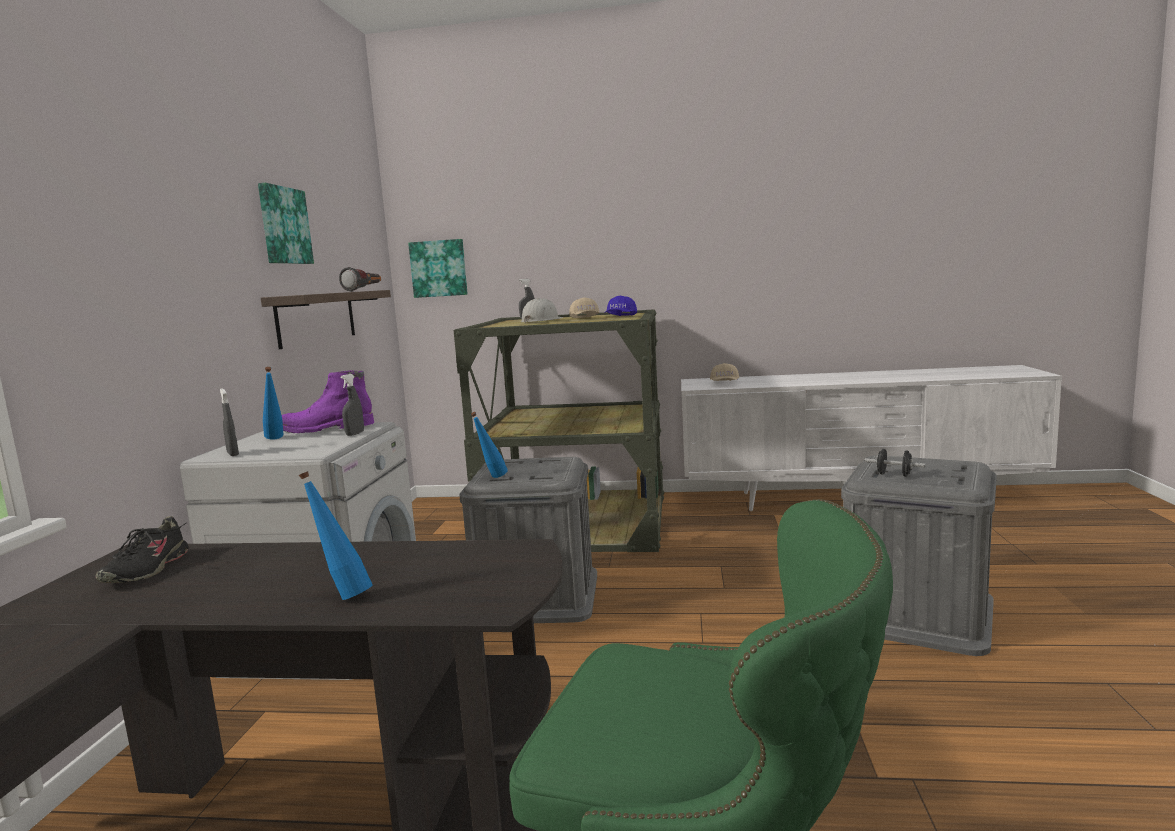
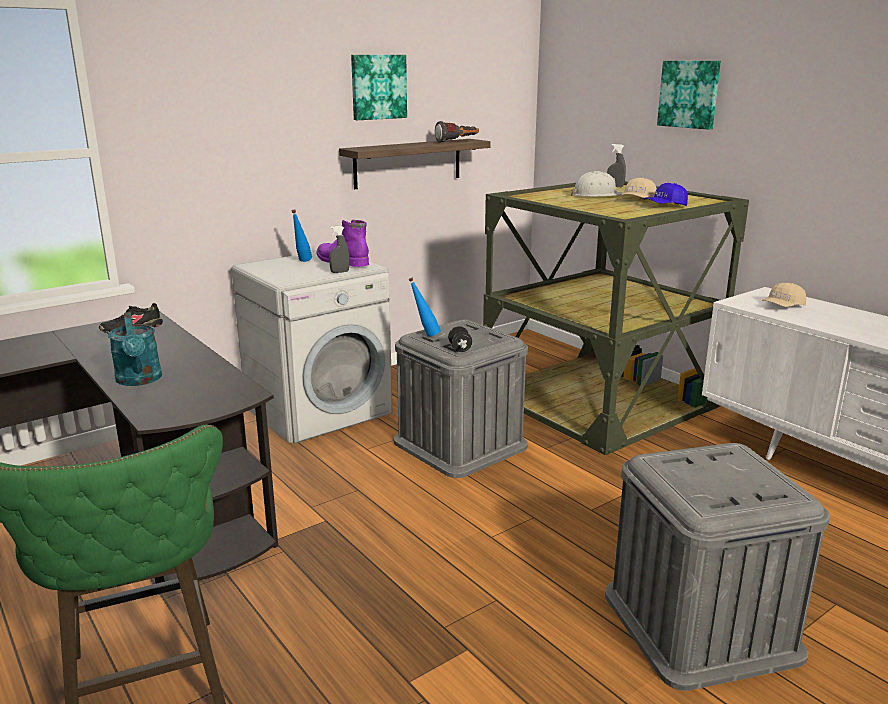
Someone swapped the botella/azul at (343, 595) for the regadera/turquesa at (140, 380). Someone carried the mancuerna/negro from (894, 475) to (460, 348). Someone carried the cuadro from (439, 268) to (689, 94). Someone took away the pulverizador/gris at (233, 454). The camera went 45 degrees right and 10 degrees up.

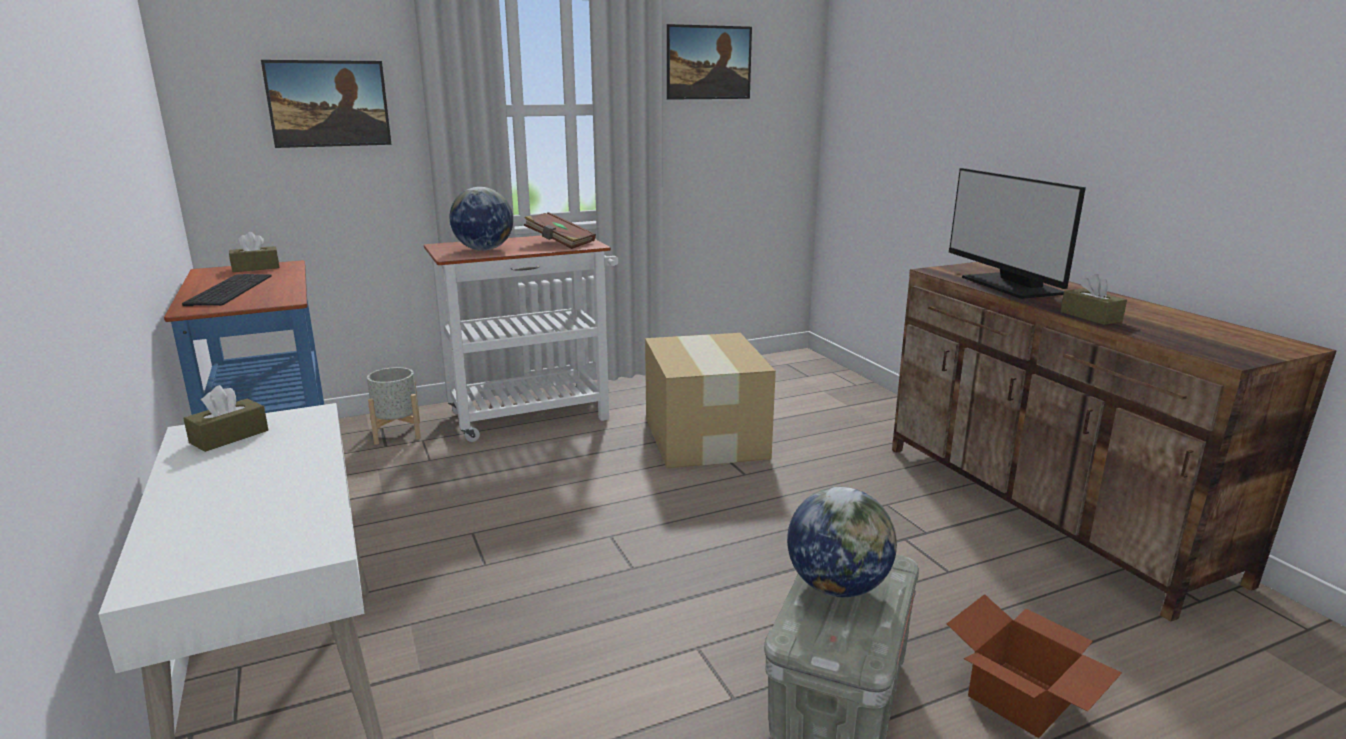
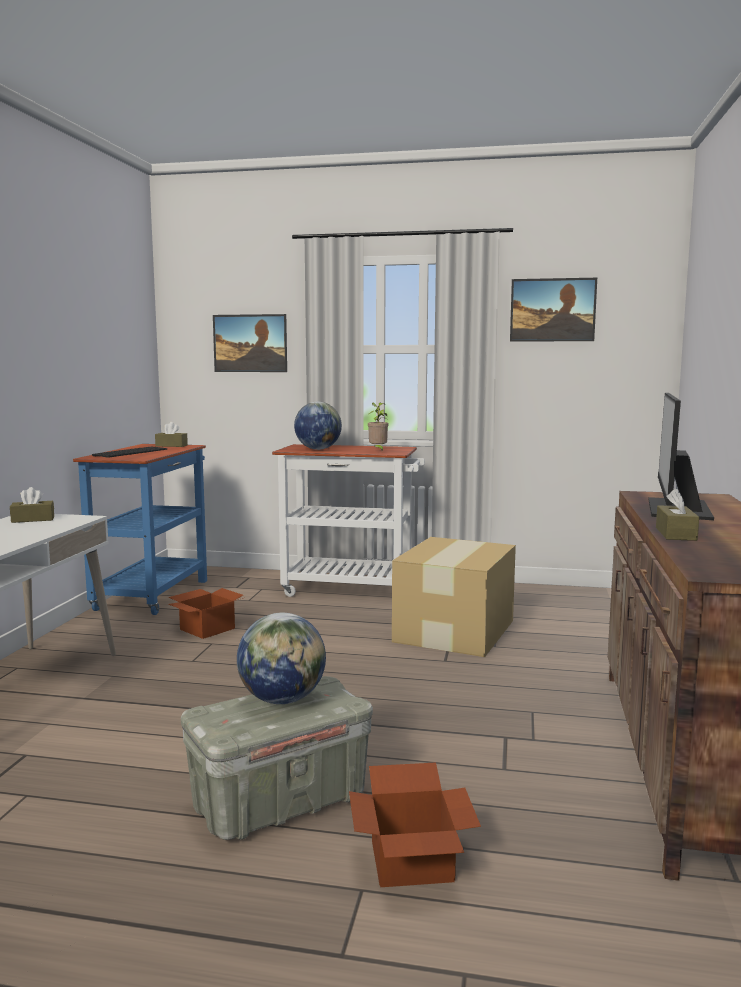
Someone put down the caja de cartón at (207, 628). Someone swapped the libro/marrón at (560, 243) for the planta en maceta at (378, 450). Someone took away the maceta/gris at (397, 433). The camera went 35 degrees right and 10 degrees down.

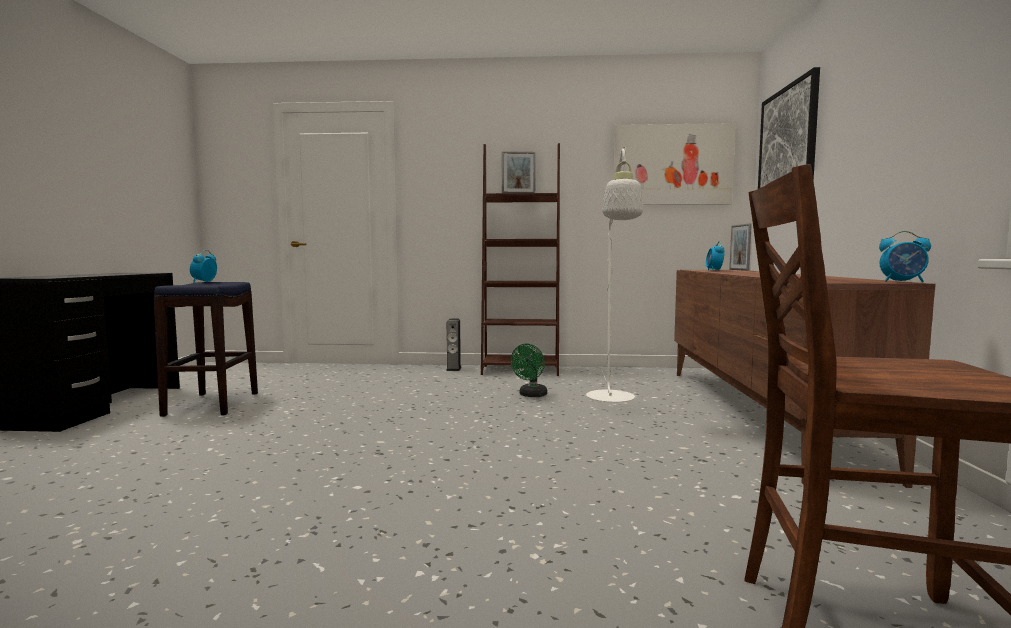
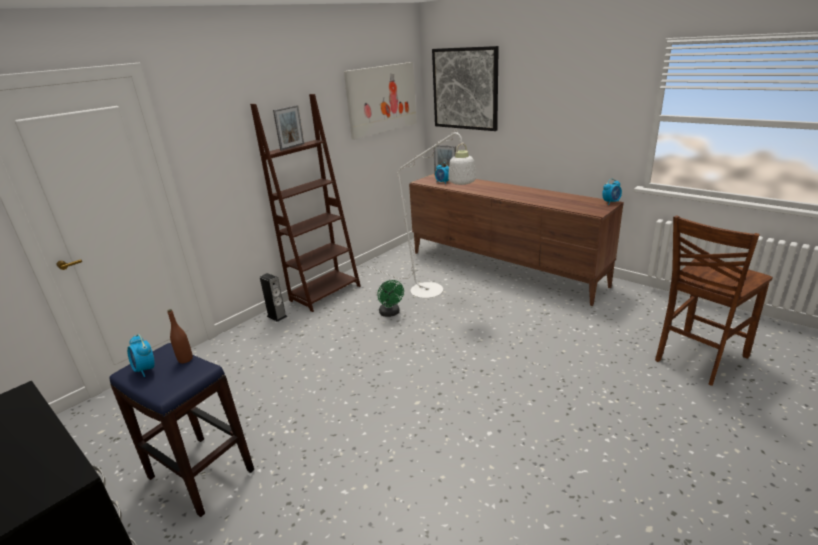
Someone put down the botella/marrón at (185, 359). The camera went 50 degrees left and 20 degrees up.

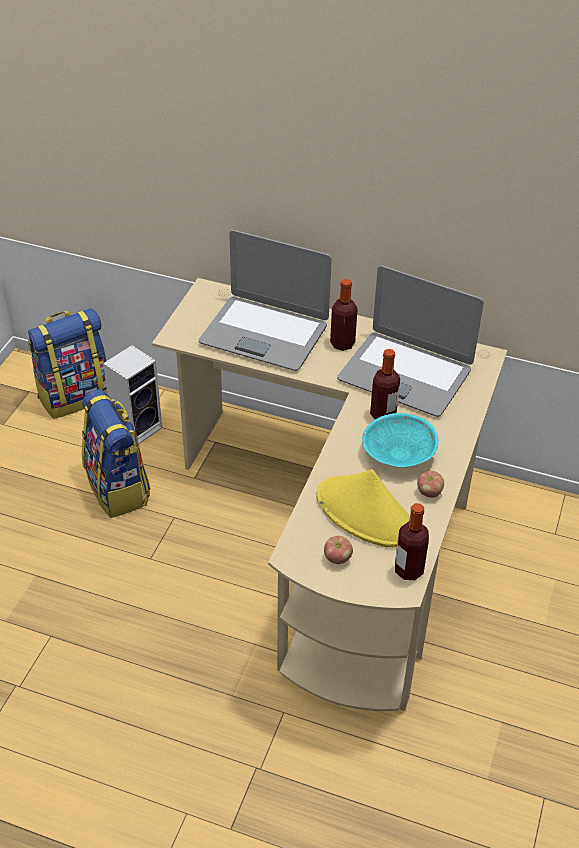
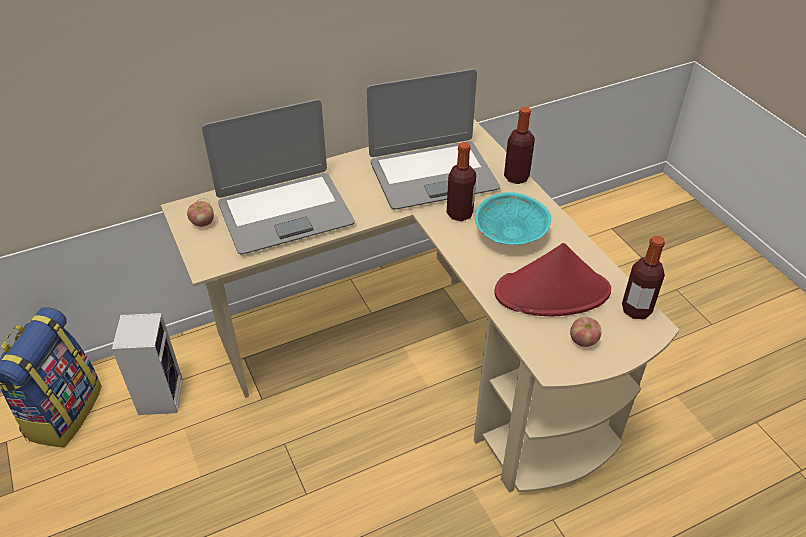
Someone carried the manzana from (429, 492) to (203, 223). Someone repainted the sombrero/amarillo at (366, 513), which became the sombrero/rojo at (552, 292). Someone carried the botella from (342, 343) to (516, 177). Someone took away the mochila at (119, 488). The camera went 45 degrees left and 0 degrees up.

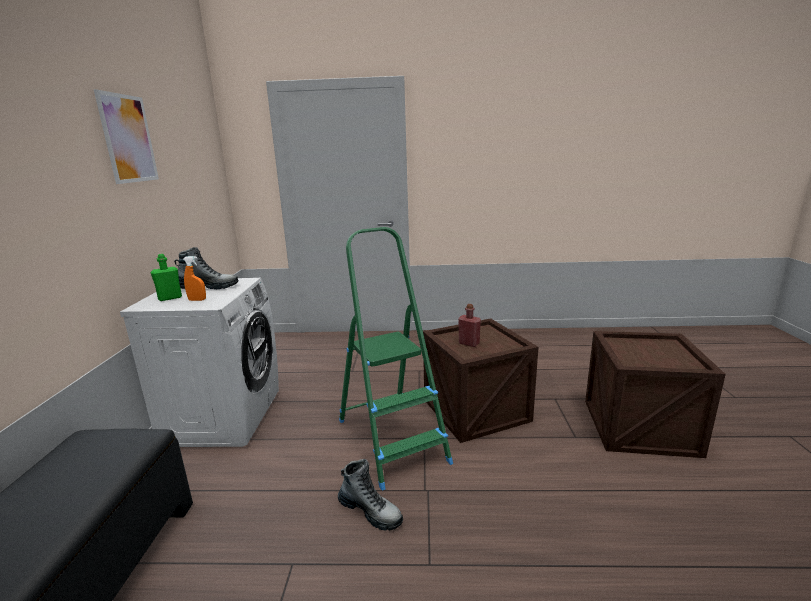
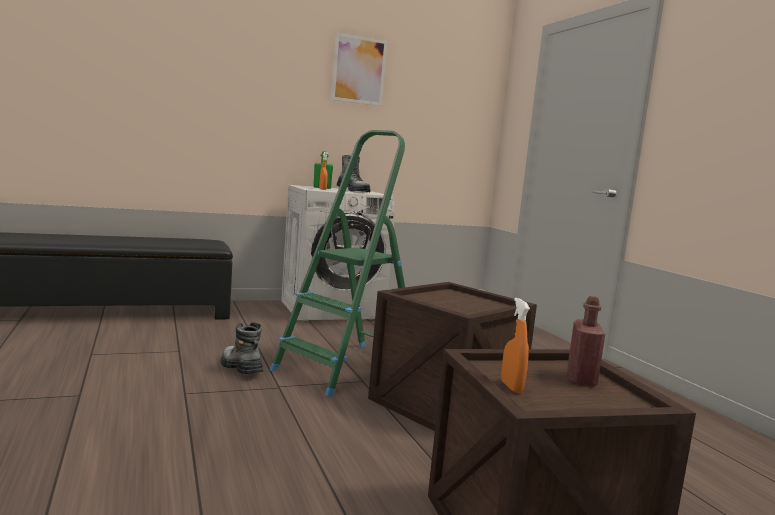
Someone rotated the bota at (370, 511) by 135 degrees clockwise. Someone put down the pulverizador/naranja at (511, 387). Someone carried the botella/rojo from (469, 343) to (581, 379). The camera went 65 degrees right and 10 degrees down.

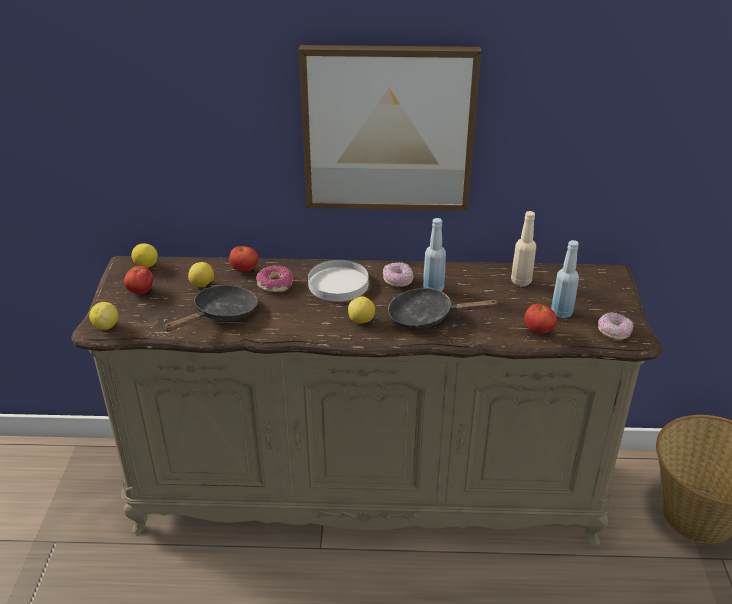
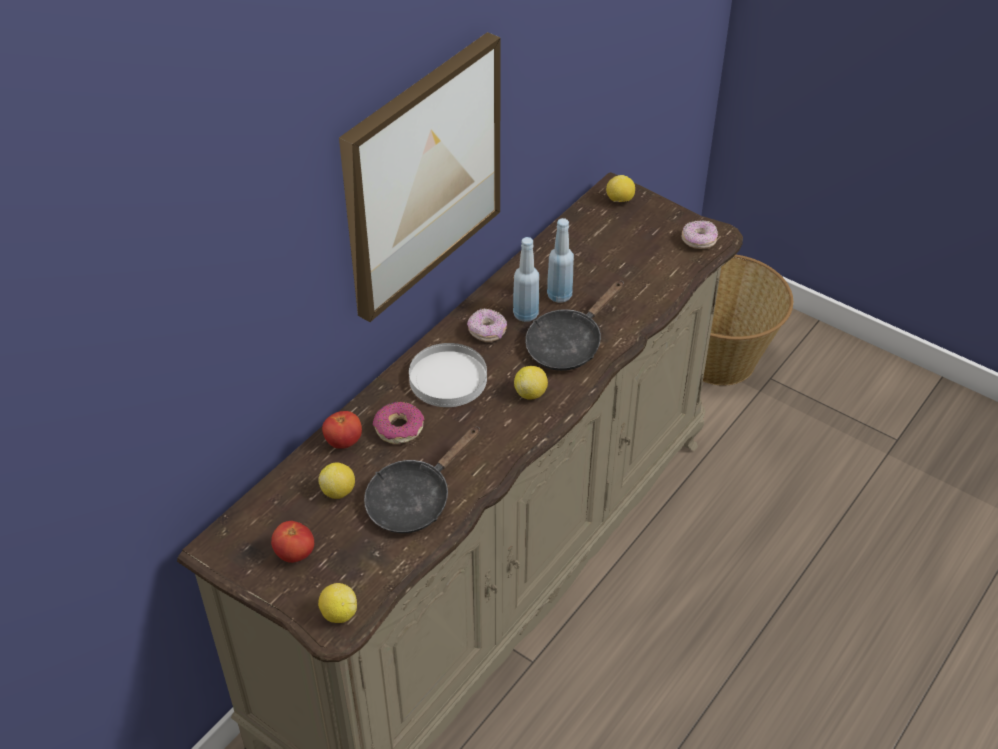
Someone rotated the sartén/negro at (221, 314) by 120 degrees counterclockwise. Someone carried the botella/azul from (561, 312) to (559, 295). Someone carried the limón from (146, 266) to (619, 200). Someone took away the botella/beis at (521, 281). Someone took away the tomate at (538, 330). The camera went 55 degrees left and 10 degrees up.

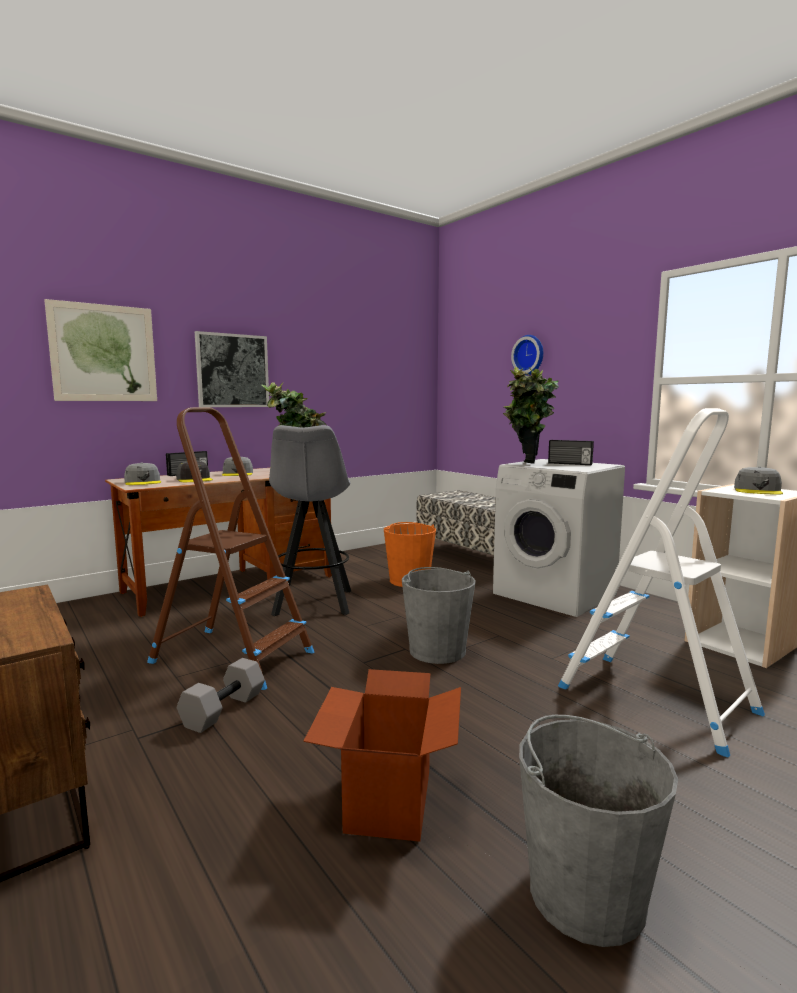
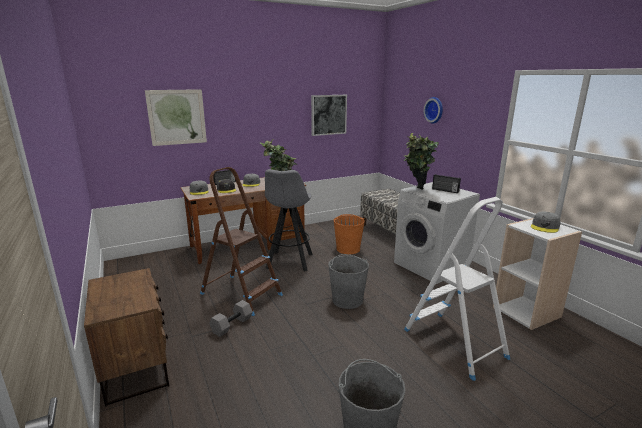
Someone carried the cuadro from (232, 371) to (328, 114). Someone took away the caja de cartón at (387, 800). The camera went 10 degrees right and 10 degrees up.

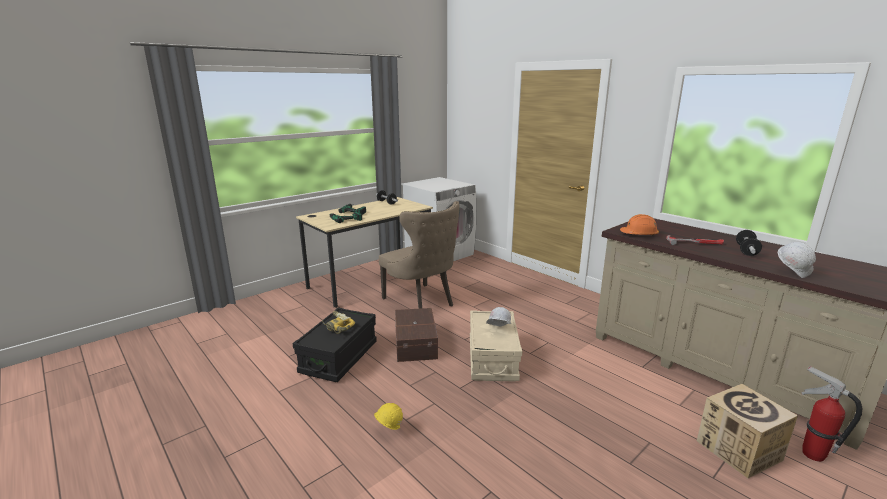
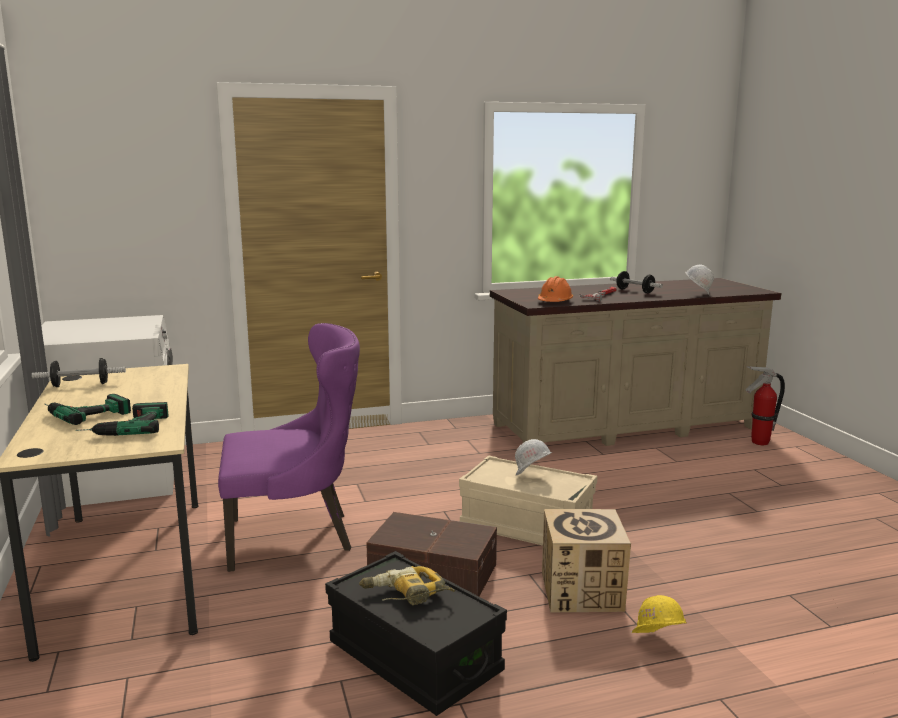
Someone repainted the silla/beis at (421, 302), which became the silla/morado at (295, 537). Someone carried the caja de cartón from (738, 450) to (582, 591). The camera went 65 degrees left and 5 degrees down.

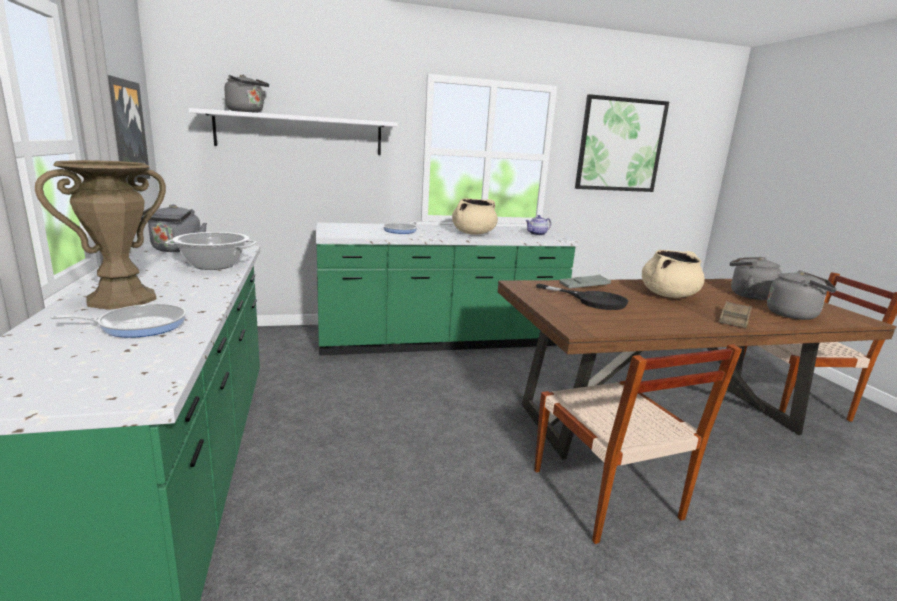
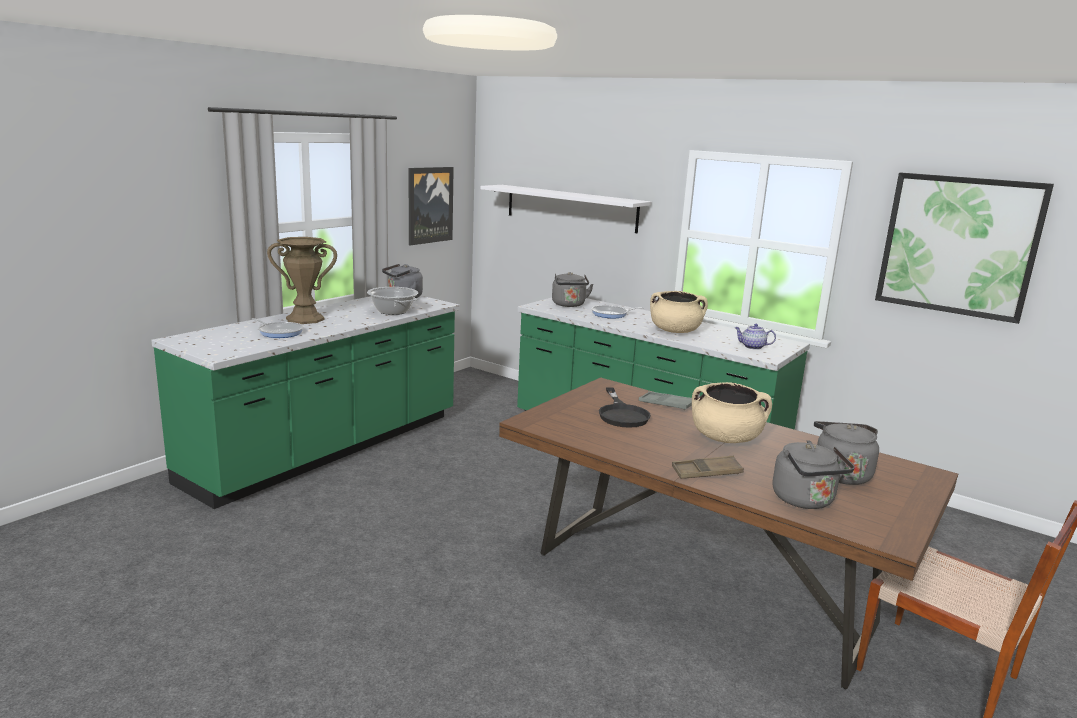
Someone carried the hervidor/gris from (247, 112) to (569, 305). Someone took away the silla at (607, 497). The camera went 50 degrees right and 0 degrees up.

